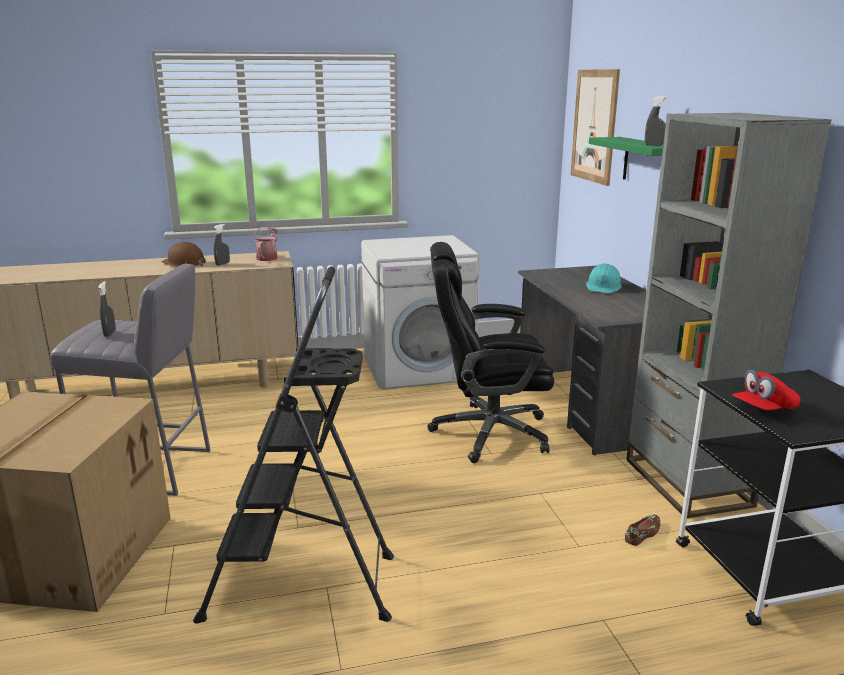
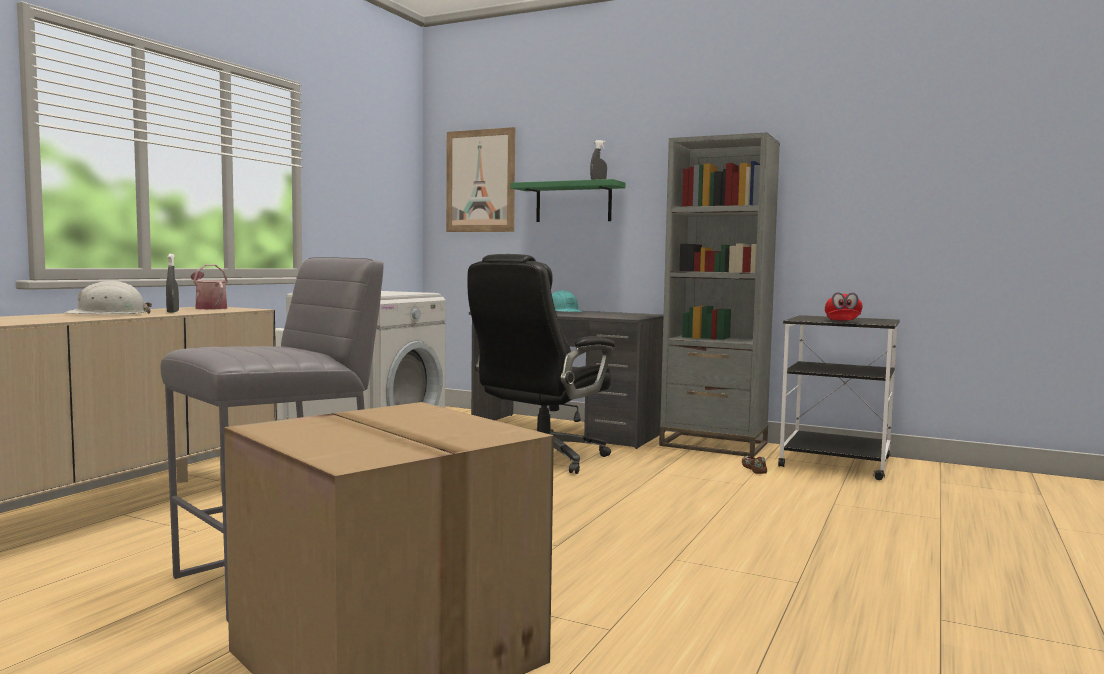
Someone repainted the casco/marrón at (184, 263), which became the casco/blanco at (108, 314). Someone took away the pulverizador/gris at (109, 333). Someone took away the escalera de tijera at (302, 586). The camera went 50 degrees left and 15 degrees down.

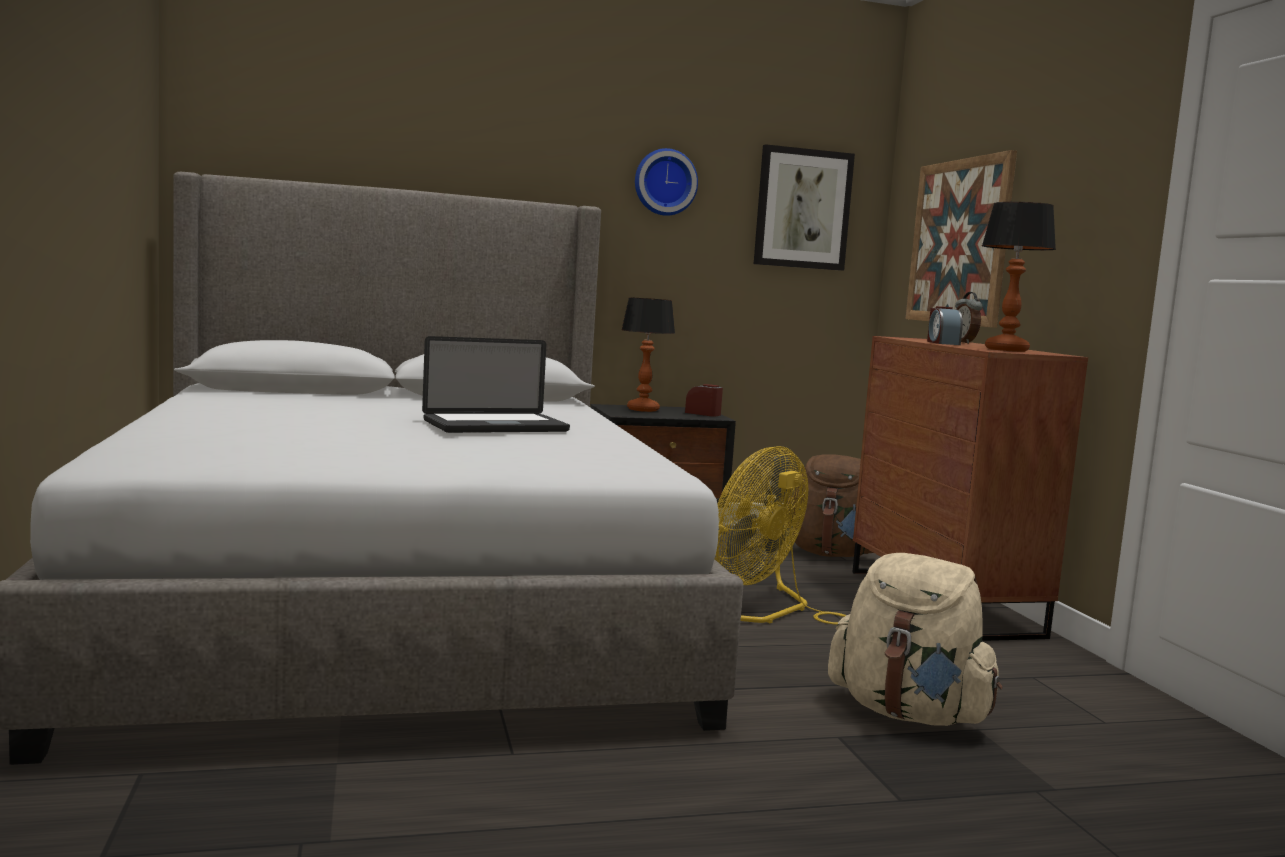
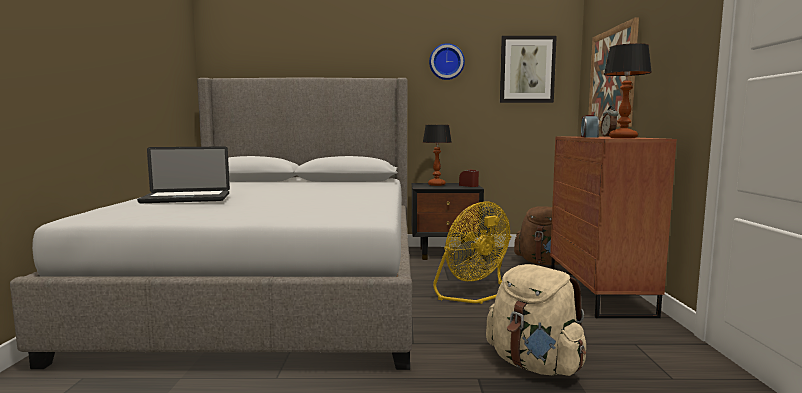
Someone carried the portátil from (495, 426) to (186, 199). The camera went 15 degrees right and 0 degrees up.

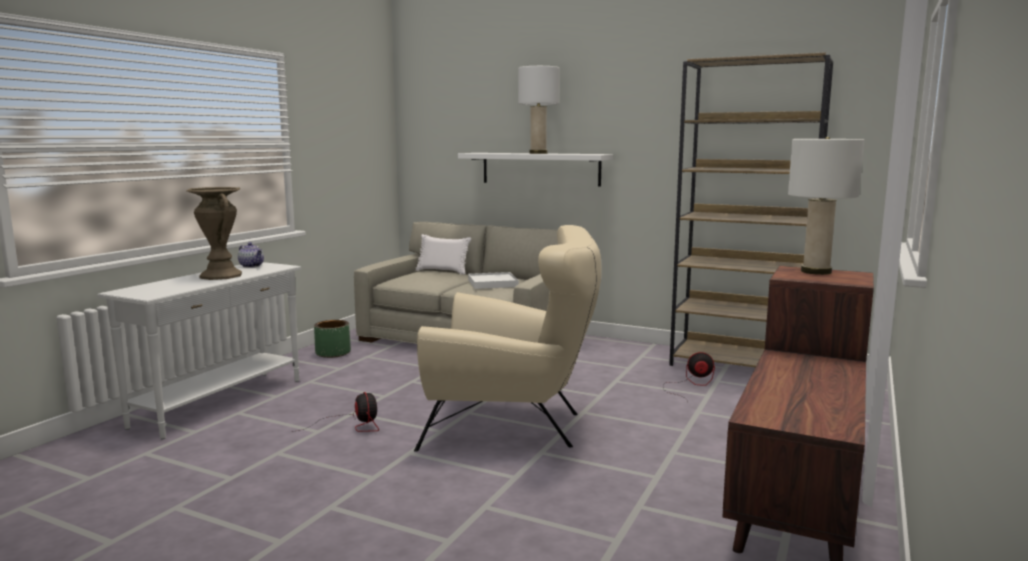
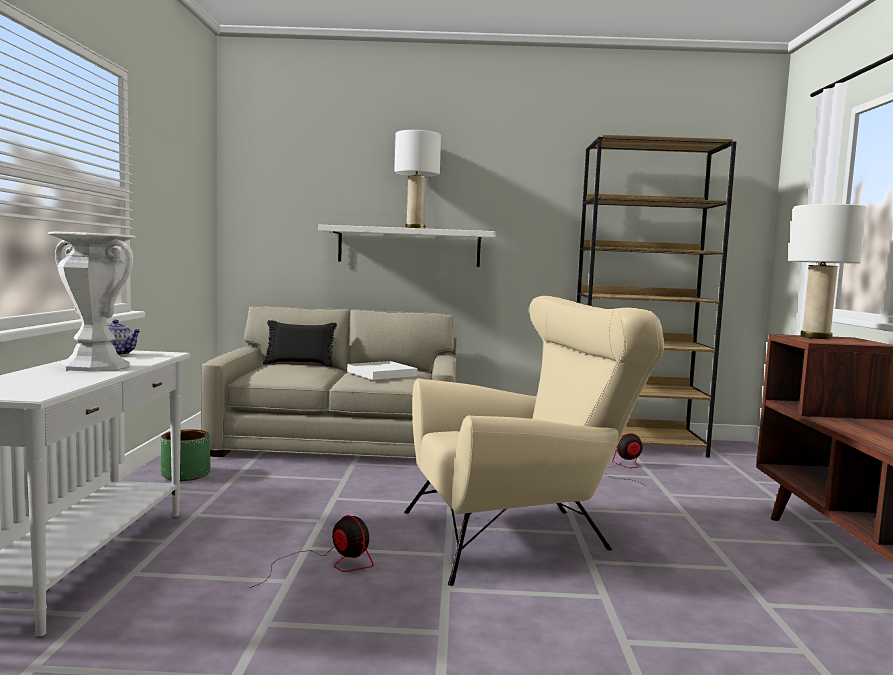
Someone repainted the florero/marrón at (220, 275), which became the florero/blanco at (94, 366). Someone repainted the cojín/blanco at (443, 271), which became the cojín/negro at (299, 364). The camera went 25 degrees left and 5 degrees down.

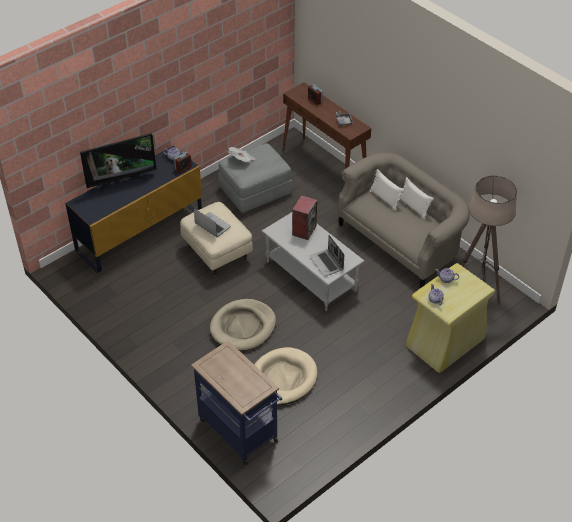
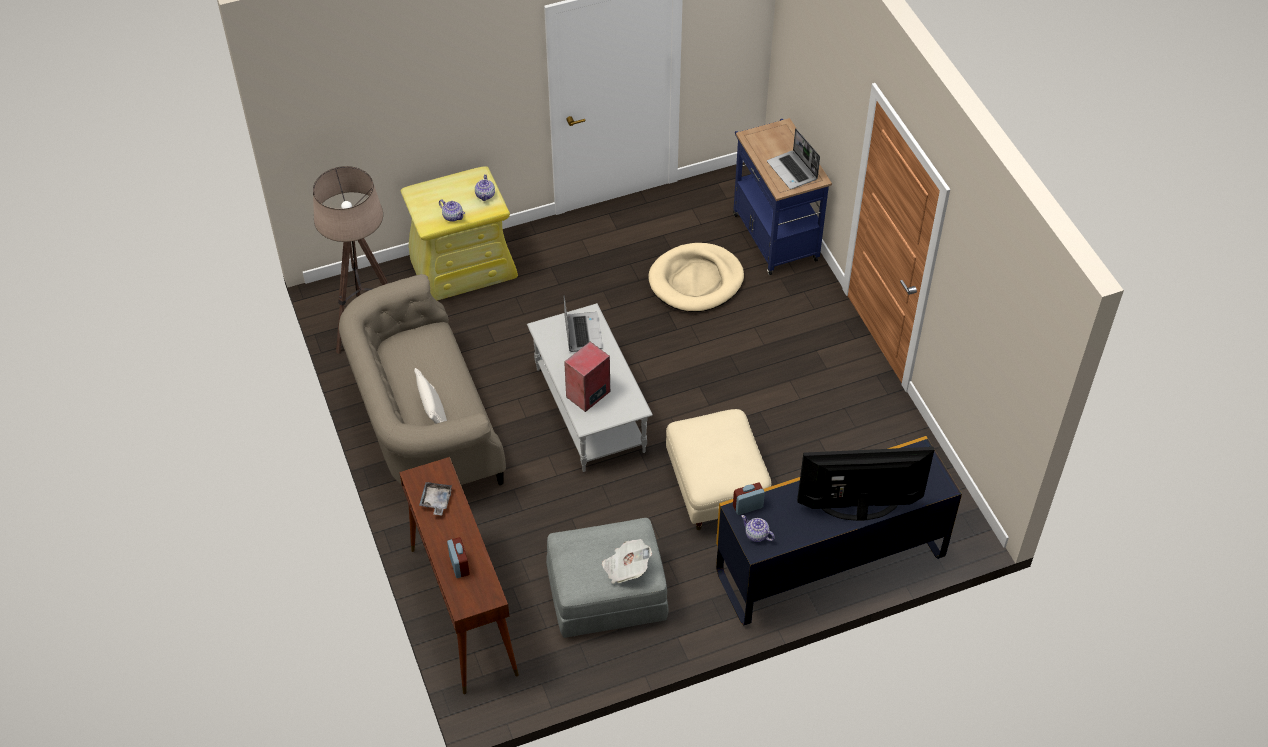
Someone carried the portátil from (212, 225) to (793, 171). Someone took away the cama para perro/beis at (243, 327). Someone took away the cojín/blanco at (414, 207). The camera went 160 degrees left and 5 degrees up.

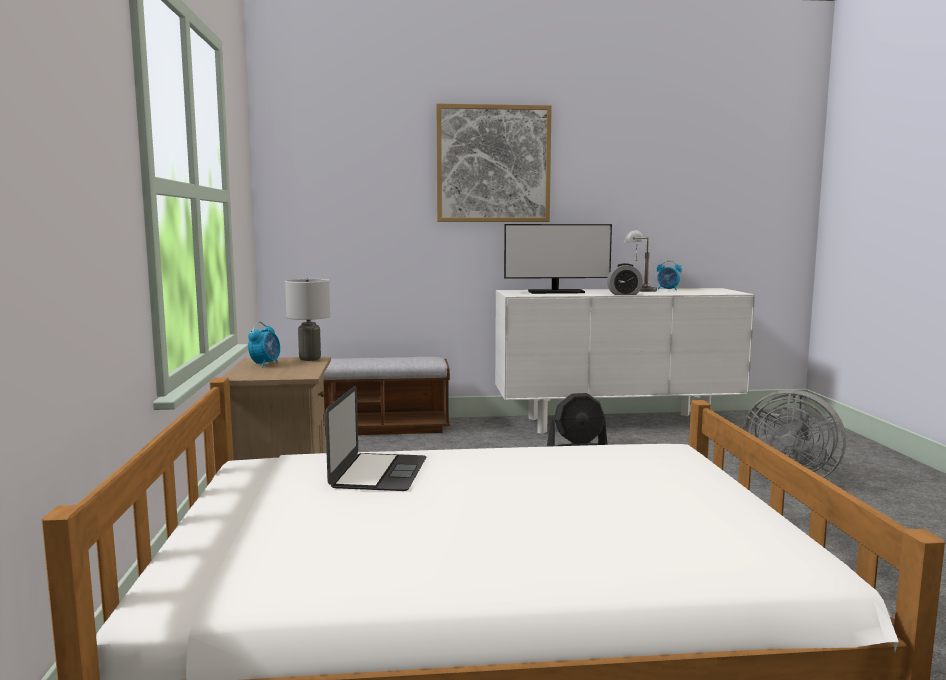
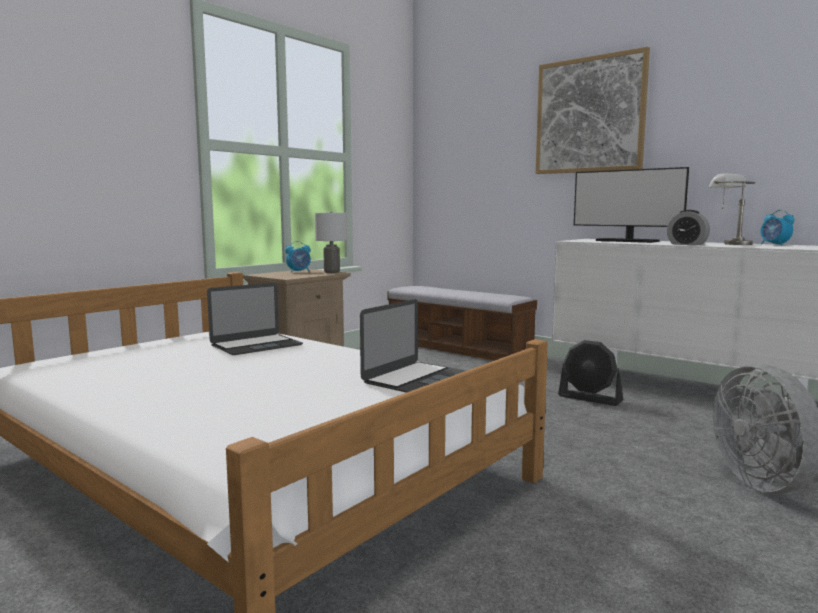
Someone put down the portátil at (417, 378). The camera went 45 degrees right and 0 degrees up.

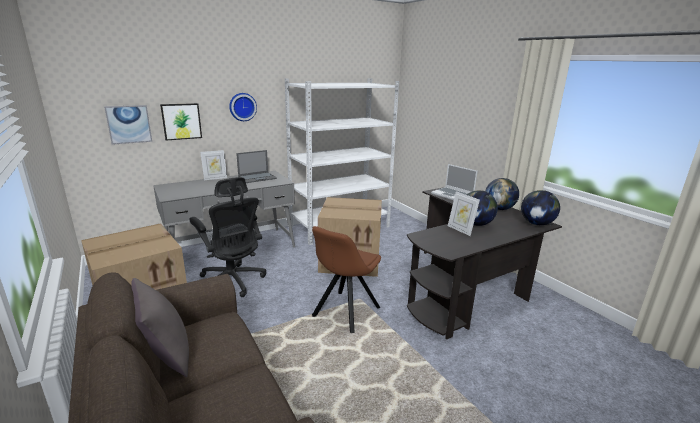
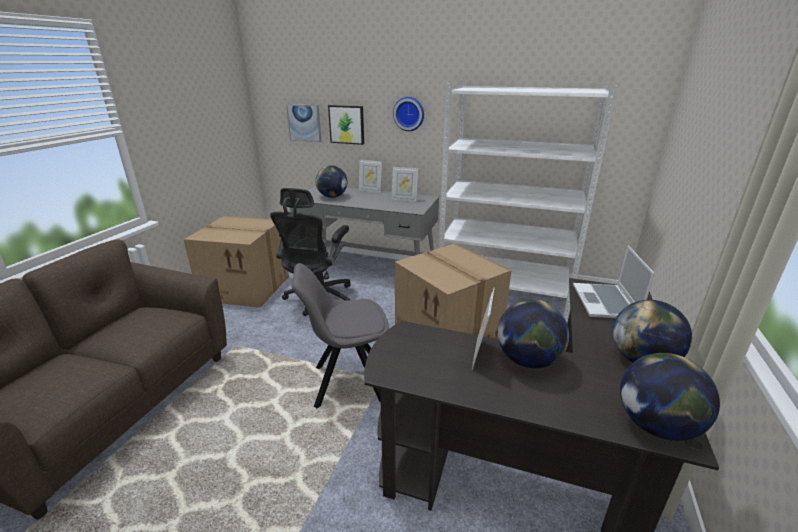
Someone repainted the silla/marrón at (345, 312), which became the silla/gris at (348, 383). Someone put down the globo terráqueo at (332, 196). Someone swapped the portátil at (258, 177) for the portarretratos at (404, 199). Someone took away the cojín/gris at (165, 357). The camera went 50 degrees right and 5 degrees up.

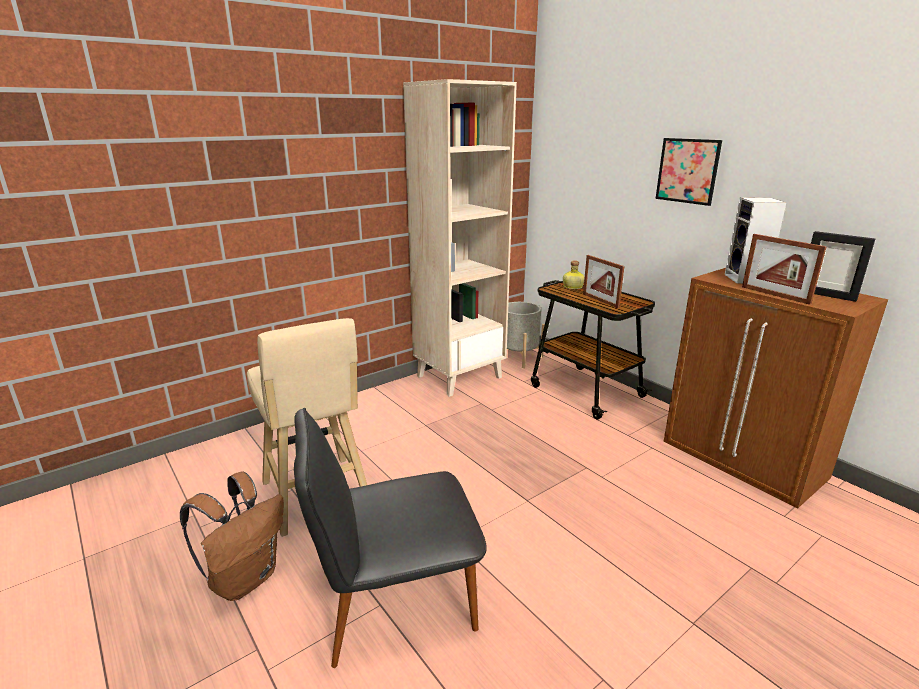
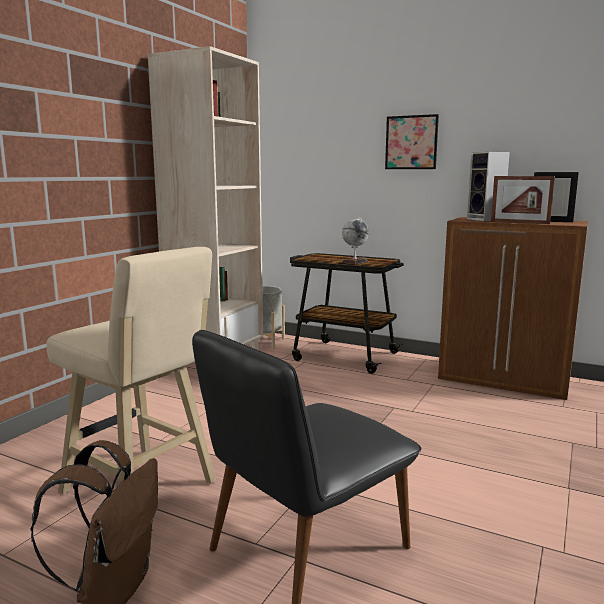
Someone swapped the portarretratos at (600, 300) for the globo terráqueo at (354, 262). Someone took away the botella at (572, 287). The camera went 25 degrees left and 10 degrees down.

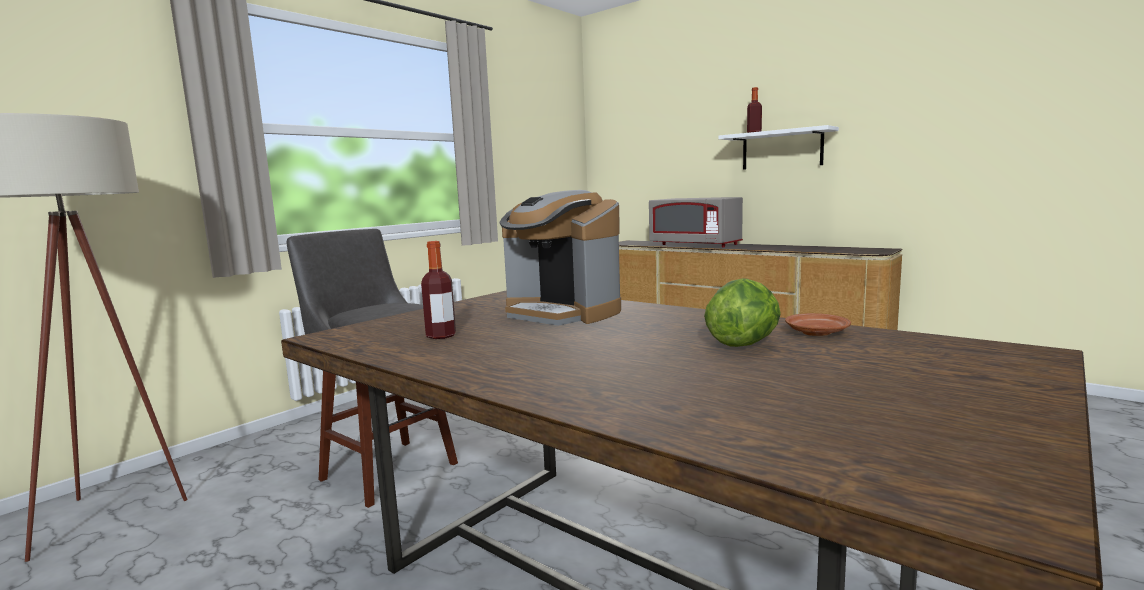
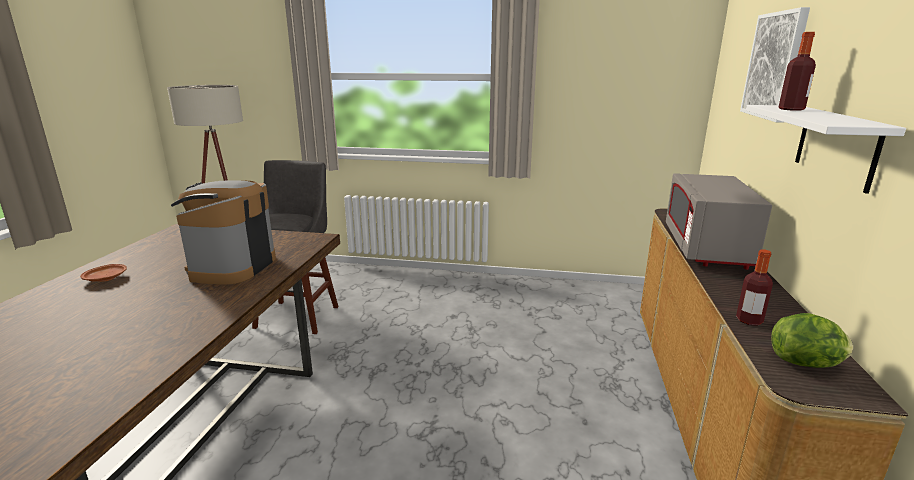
Someone carried the plato/marrón from (816, 333) to (106, 278). Someone carried the botella from (441, 336) to (749, 320). Someone put up the cuadro at (774, 65). Someone carried the lechuga from (743, 344) to (805, 363). The camera went 60 degrees right and 10 degrees up.

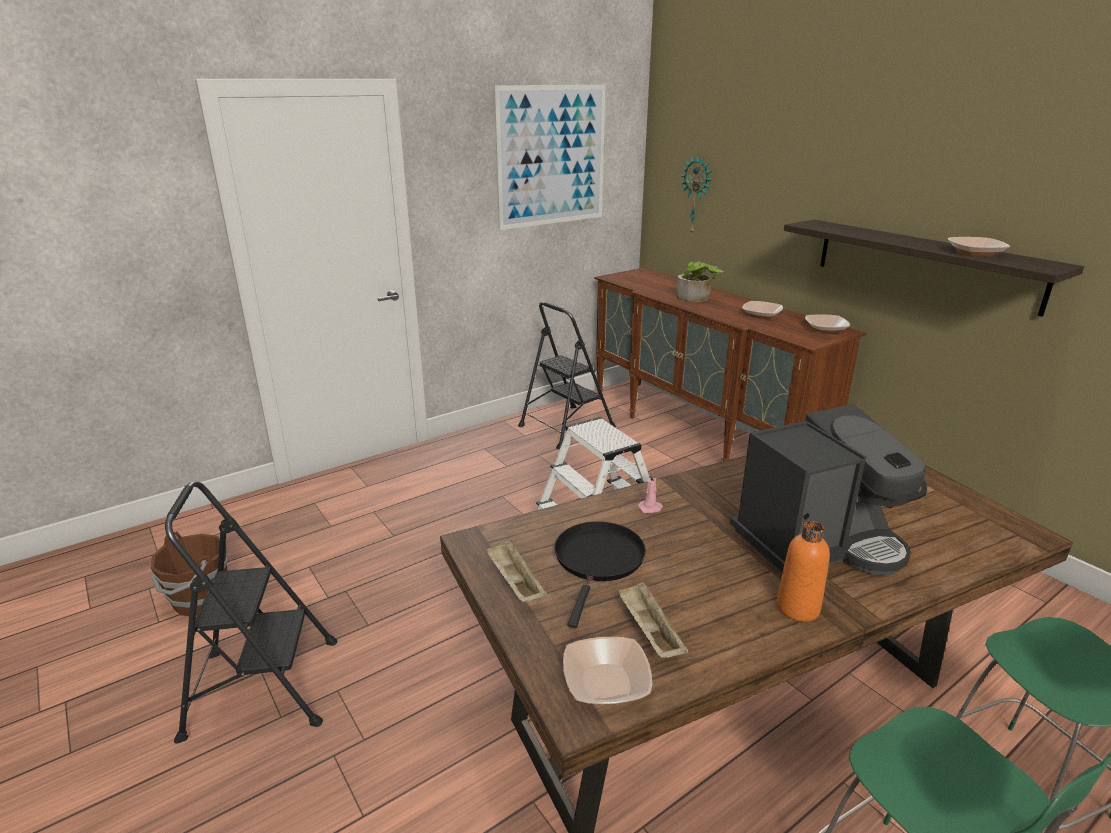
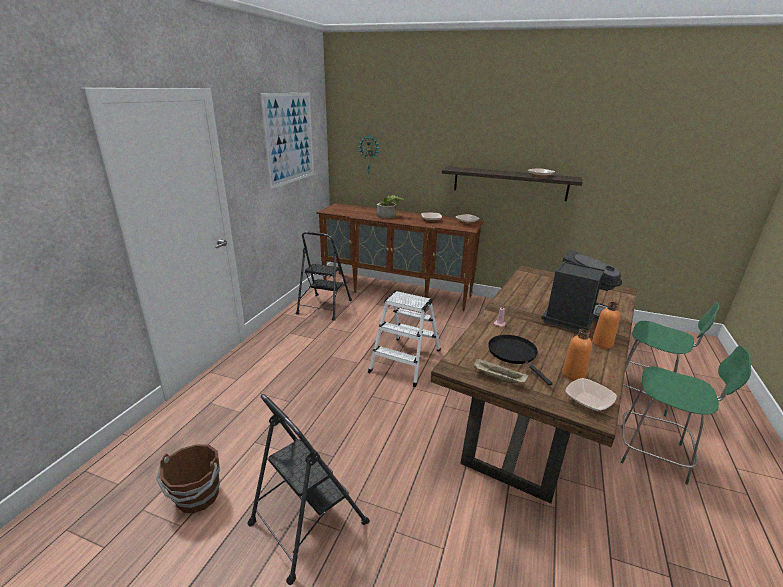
Someone swapped the bandeja/beis at (648, 632) for the botella/naranja at (573, 375). The camera went 35 degrees left and 0 degrees up.

